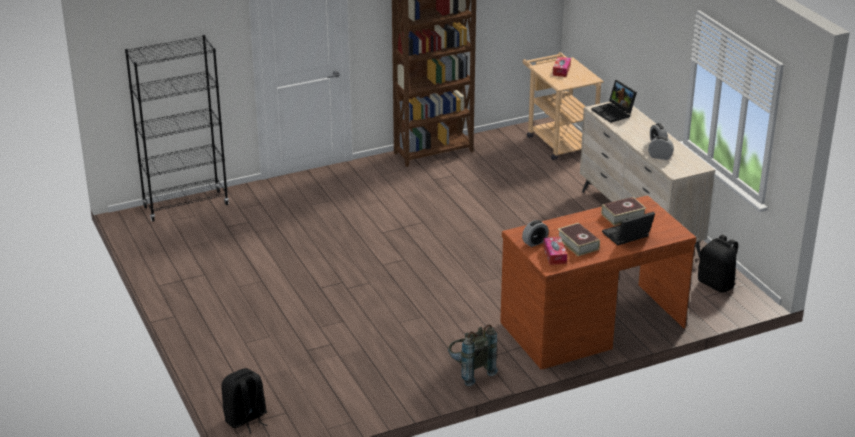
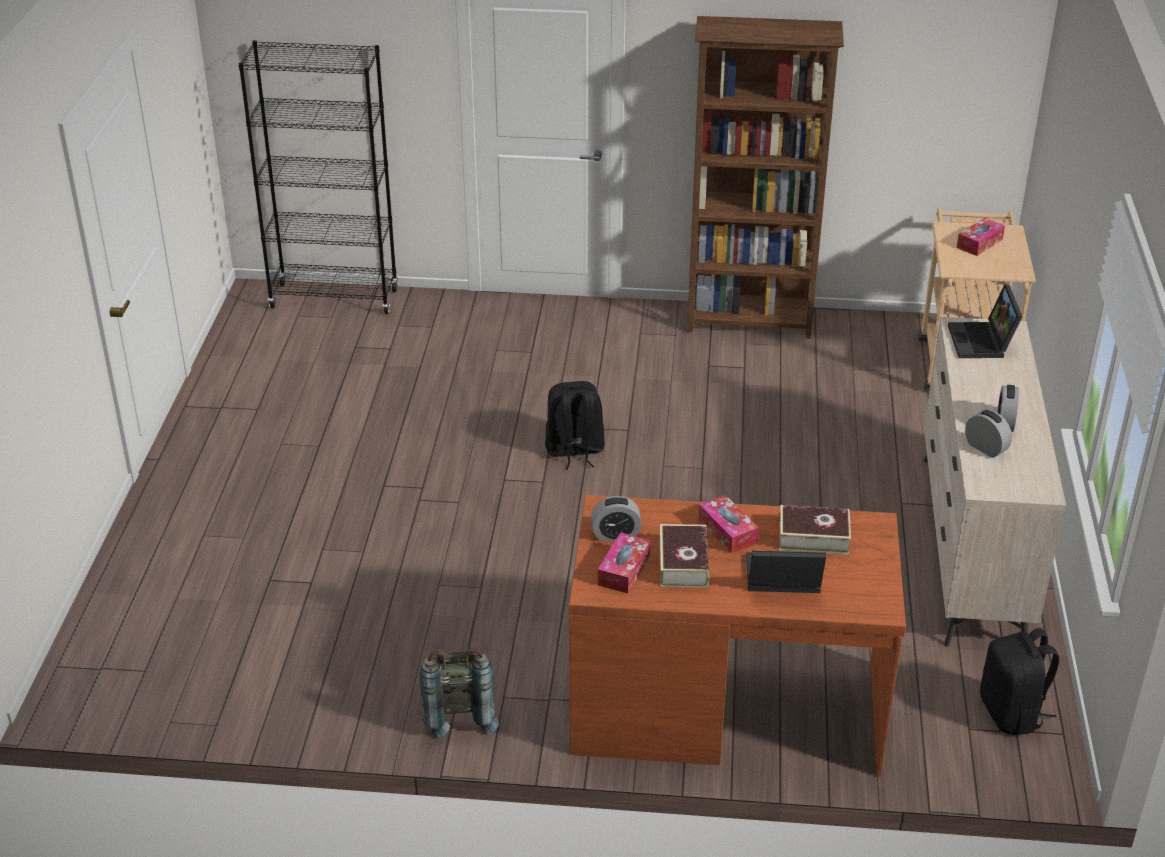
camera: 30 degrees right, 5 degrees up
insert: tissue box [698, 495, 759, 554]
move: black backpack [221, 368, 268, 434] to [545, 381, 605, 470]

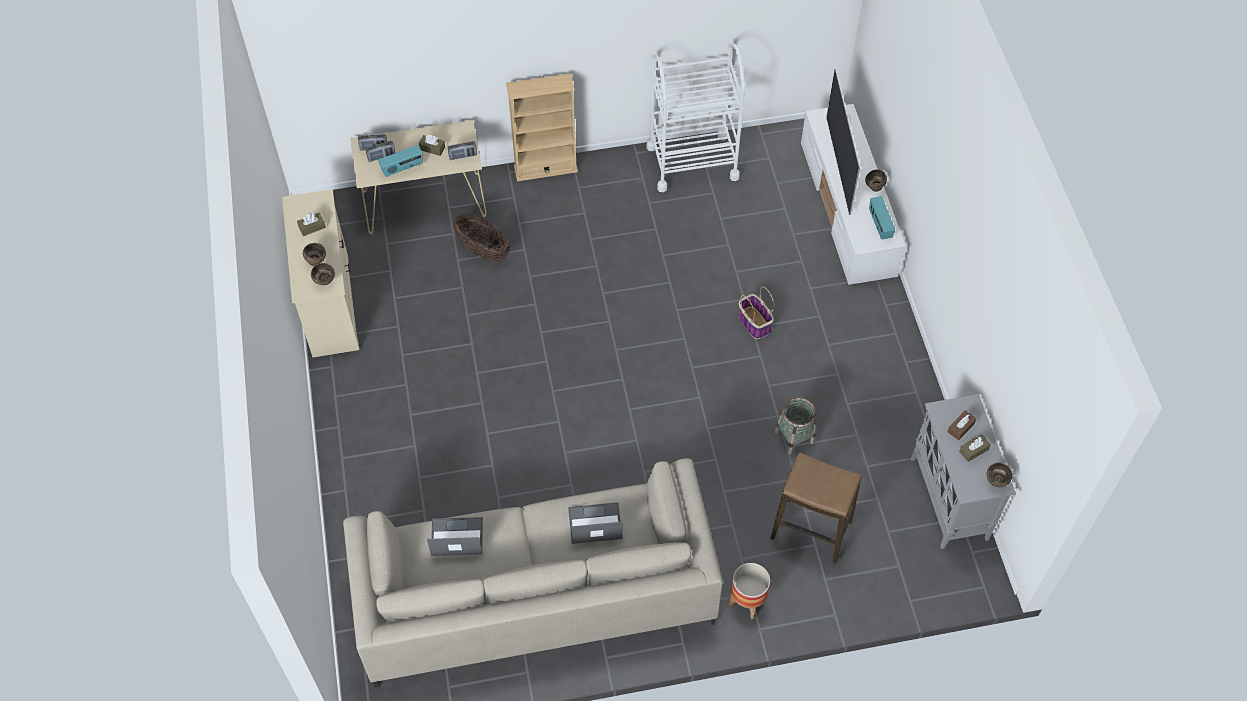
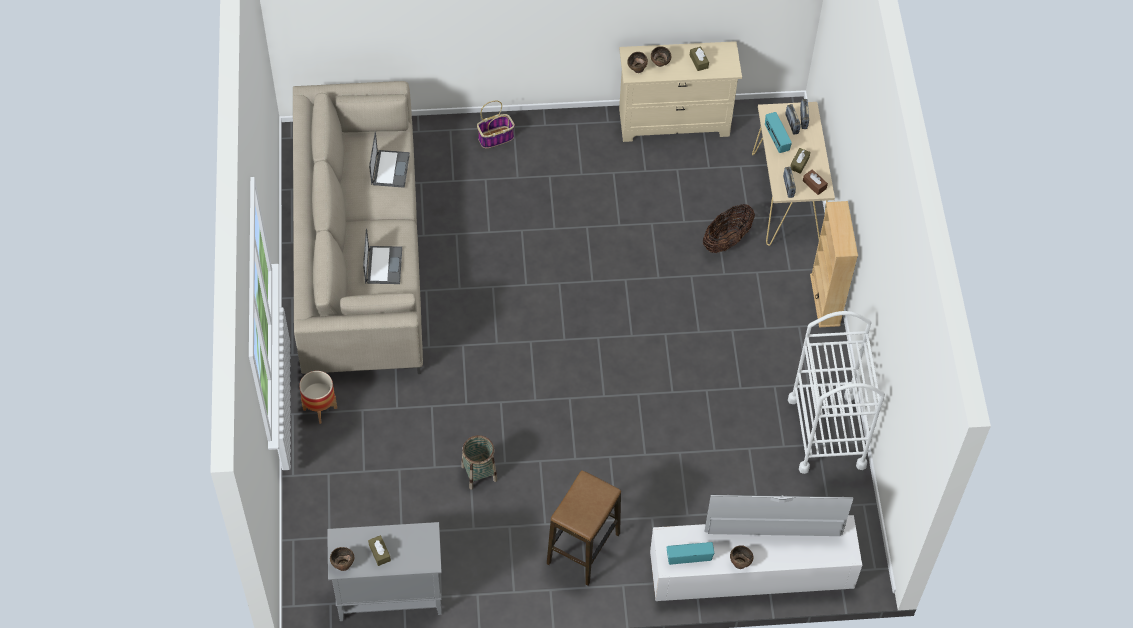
camera: 95 degrees right, 0 degrees up
move: basket [738, 286, 774, 339] to [477, 101, 515, 148]; stool [770, 452, 862, 564] to [547, 470, 621, 585]; brown tissue box [948, 410, 977, 440] to [803, 169, 828, 195]

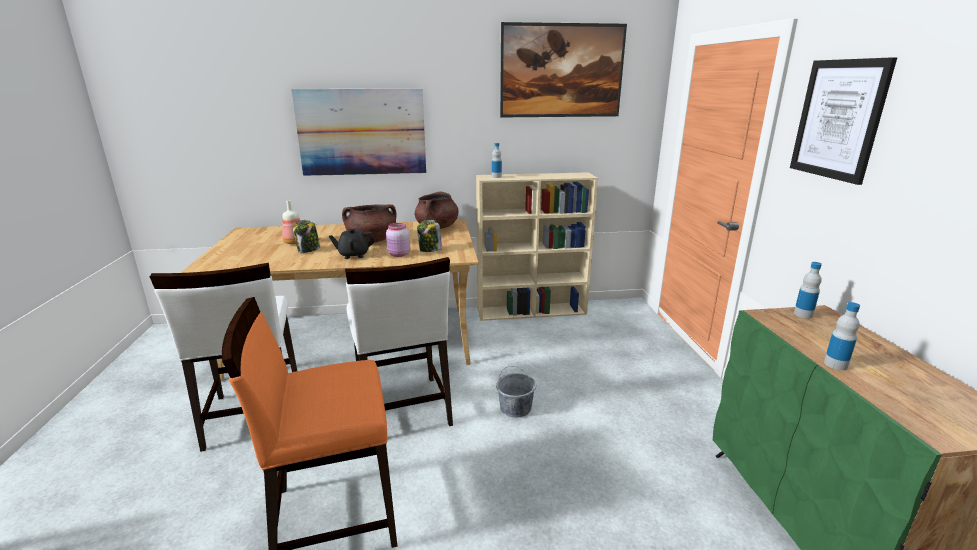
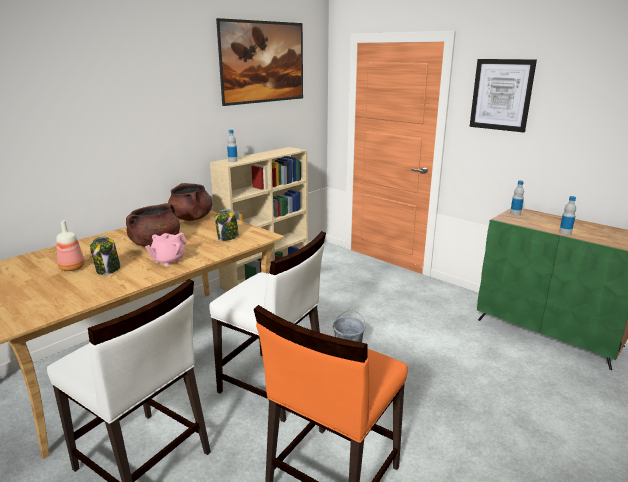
camera: 40 degrees left, 0 degrees up
delete: picture [291, 89, 426, 176]; pink jar [386, 223, 410, 257]
recolor: black teapot [329, 229, 375, 259] to pink teapot [145, 233, 187, 266]

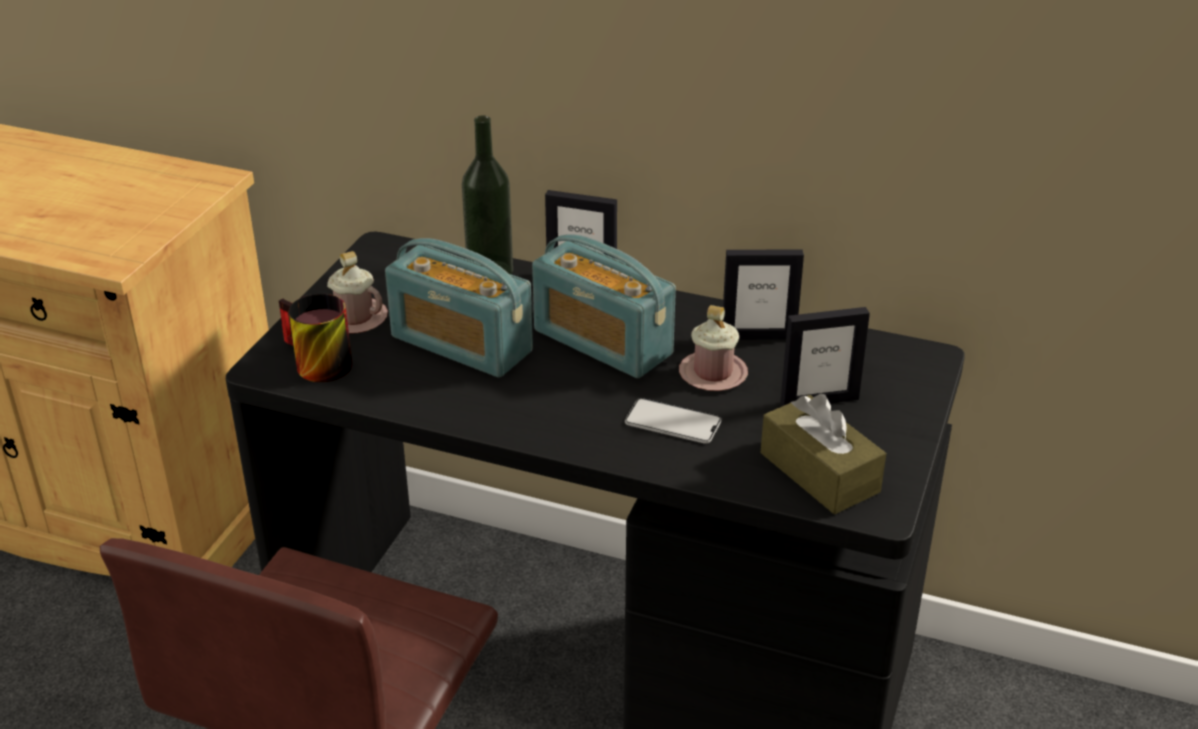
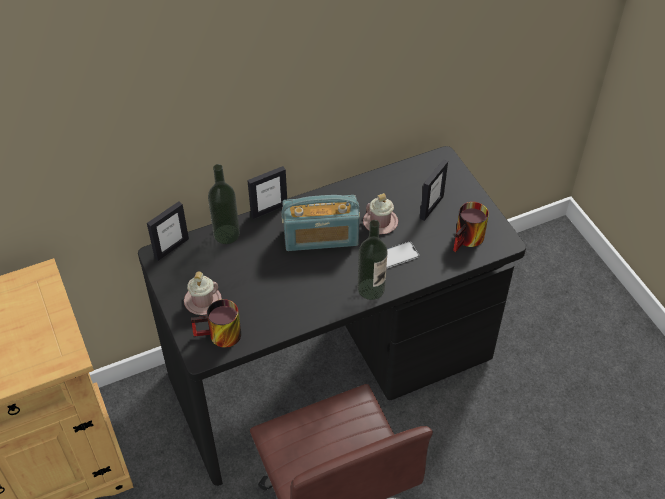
camera: 45 degrees left, 15 degrees up
delete: radio [385, 238, 533, 378]
insert: bottle [357, 220, 388, 300]
move: picture frame [722, 250, 804, 340] to [147, 201, 189, 261]
replace: brown tissue box [761, 393, 886, 514] to mug [453, 202, 489, 252]

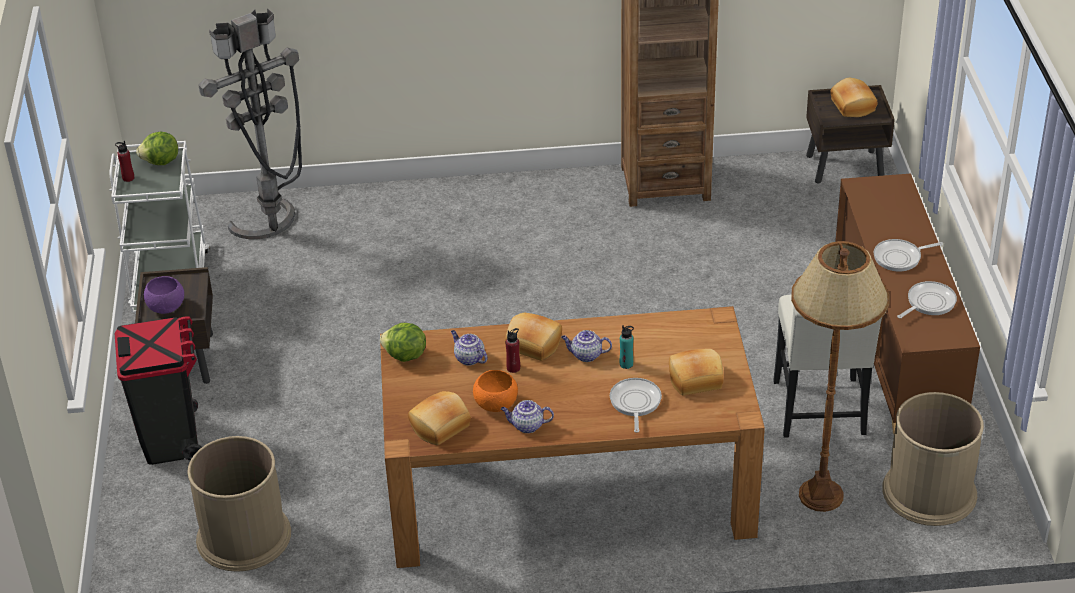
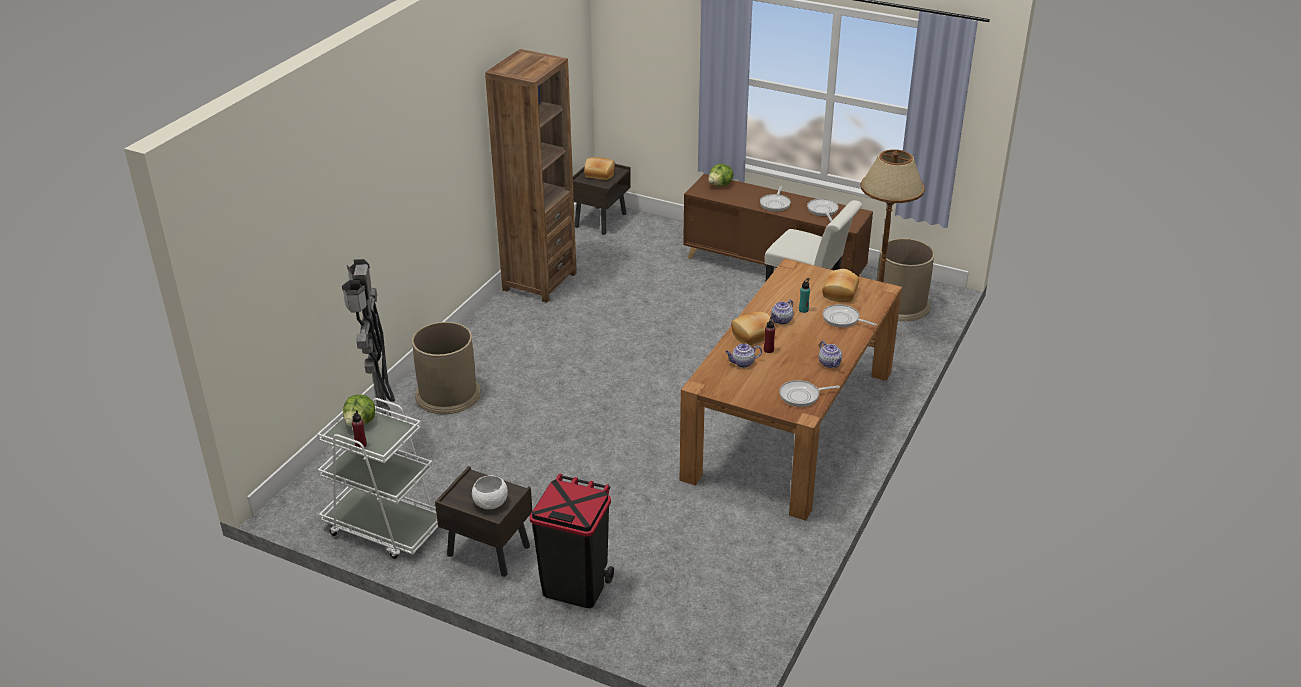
camera: 60 degrees left, 5 degrees down
delete: orange bowl [473, 370, 518, 412]
move: brown trash can [187, 436, 291, 572] to [412, 322, 481, 414]; lettuce [380, 323, 426, 362] to [708, 164, 734, 187]
replace: bread [408, 391, 471, 445] to frying pan [779, 380, 840, 407]
recolor: purple bowl [144, 276, 184, 314] to white bowl [472, 475, 508, 509]
rotate: teapot [501, 400, 554, 433] = [819, 341, 842, 368] 60 degrees counterclockwise

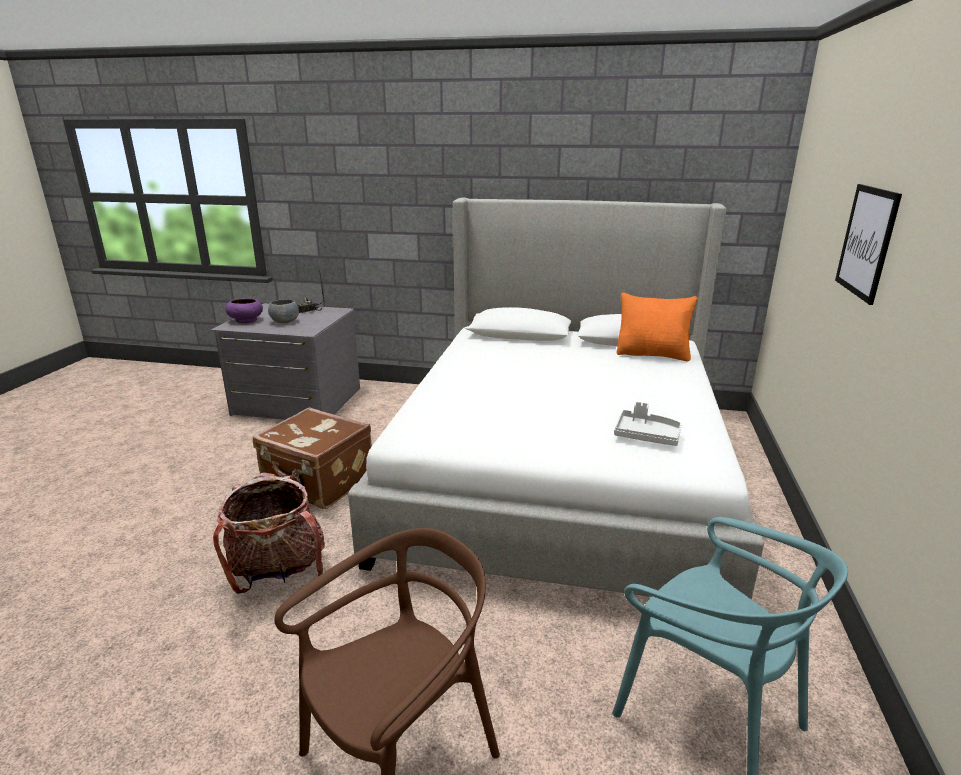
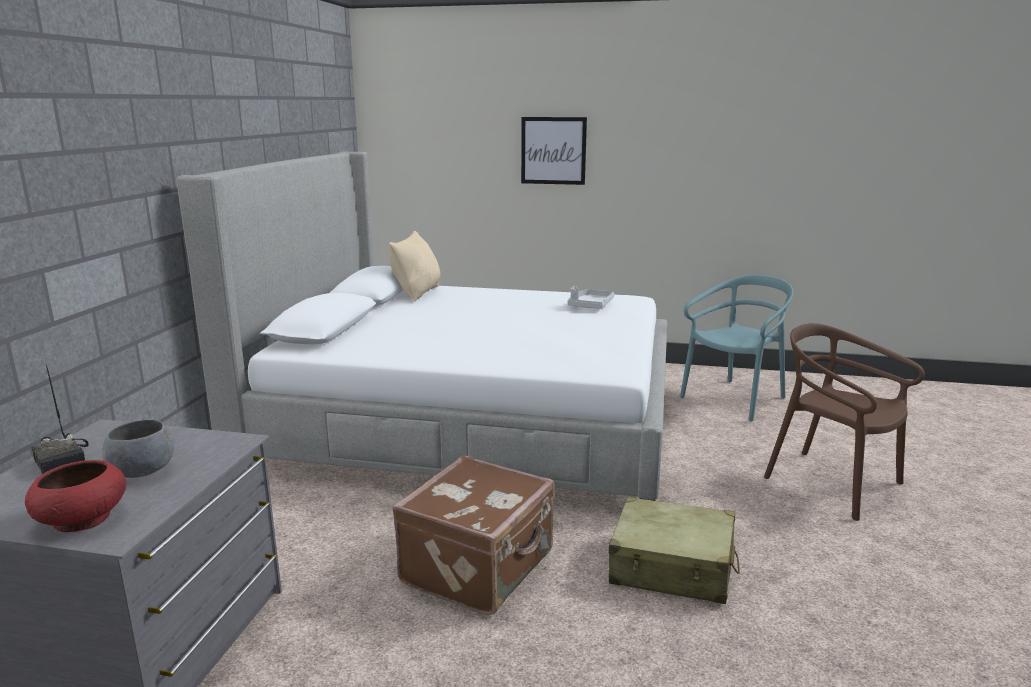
camera: 90 degrees left, 5 degrees down
replace: backpack [213, 472, 325, 594] to beige suitcase [609, 497, 740, 604]
recolor: purple bowl [225, 298, 263, 323] to red bowl [25, 460, 126, 532]; orange pillow [617, 293, 698, 361] to beige pillow [389, 230, 440, 301]

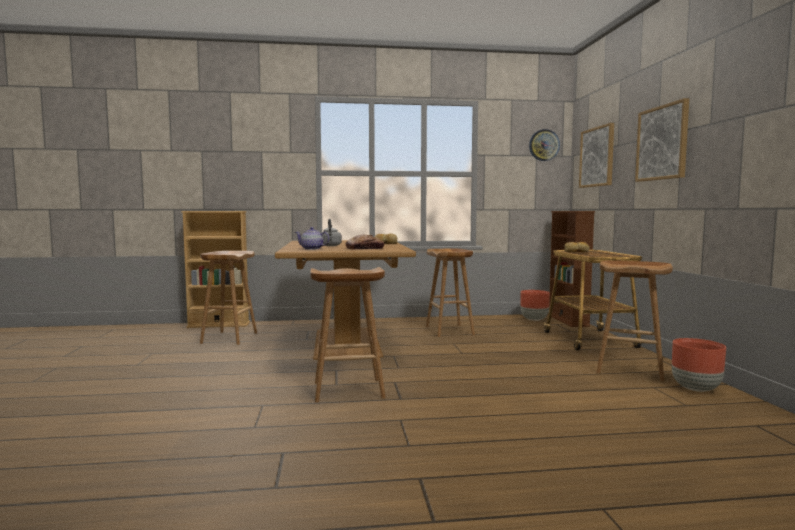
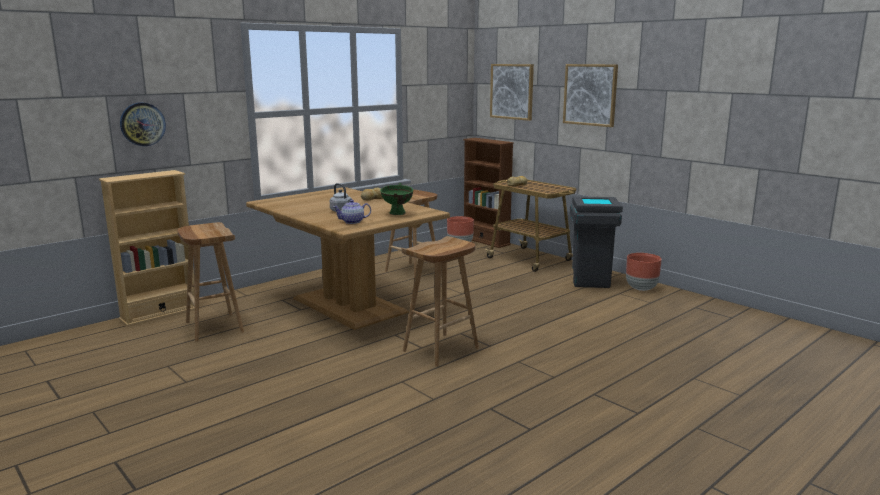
camera: 35 degrees left, 10 degrees up
move: wall clock [529, 129, 560, 161] to [120, 103, 166, 146]
replace: bread [345, 234, 384, 250] to green bowl [380, 183, 413, 215]; brown stool [596, 260, 673, 381] to grey trash can [570, 196, 623, 288]

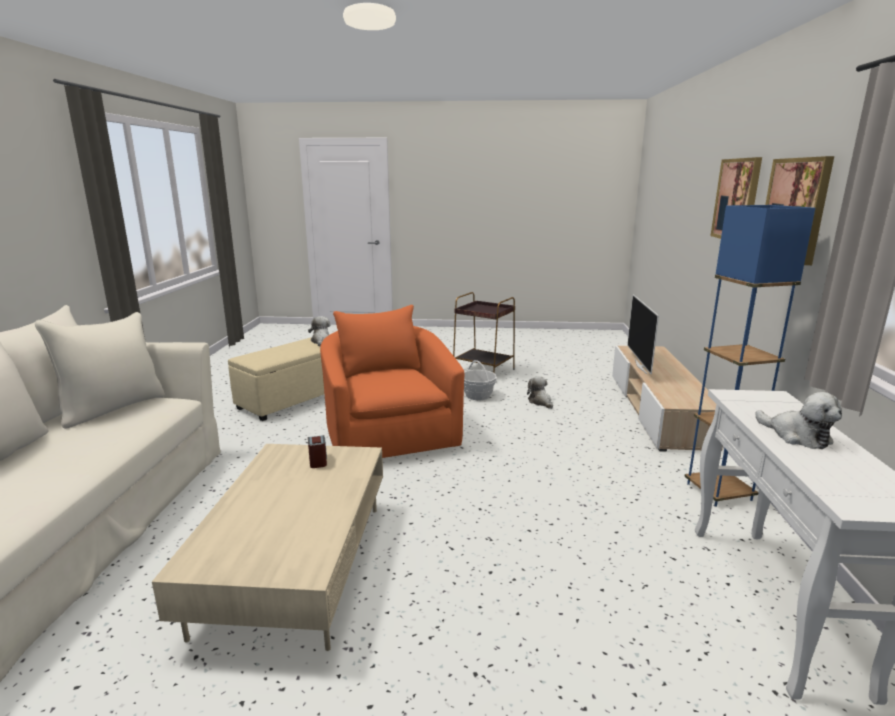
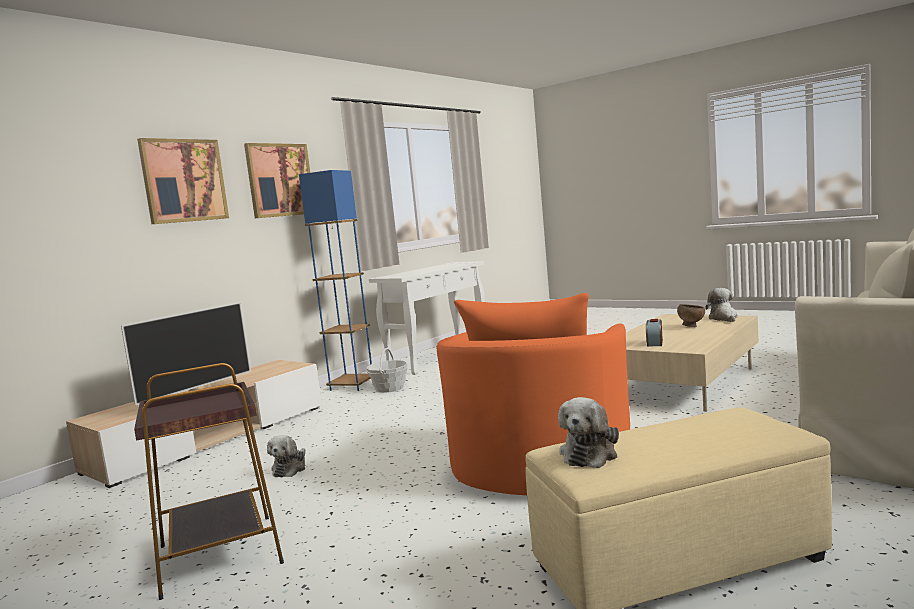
camera: 145 degrees left, 10 degrees down
insert: brown bowl [677, 304, 705, 327]
move: basket [464, 360, 497, 400] to [366, 348, 408, 393]; plush toy [755, 392, 842, 449] to [705, 288, 738, 322]

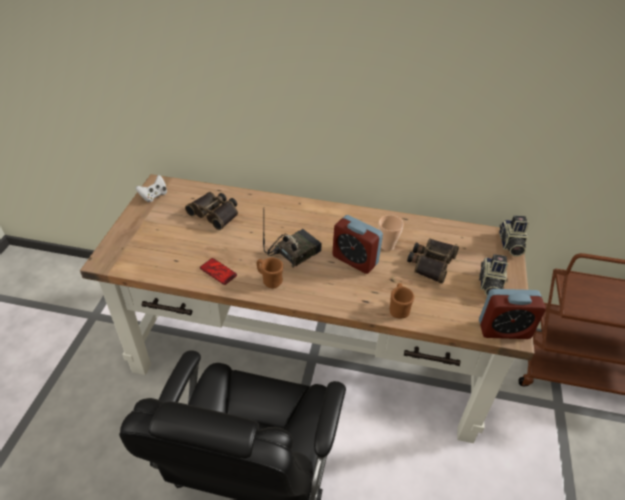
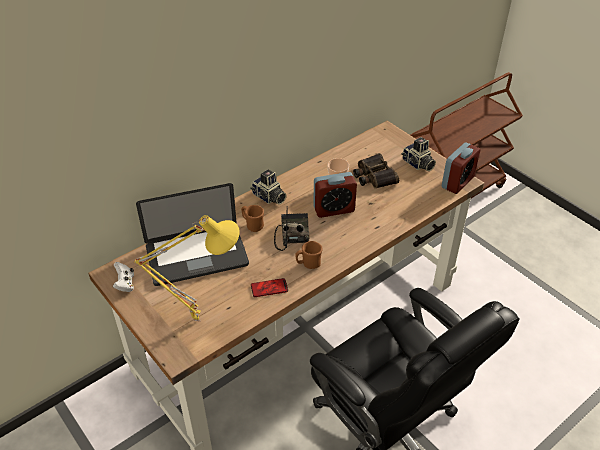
camera: 50 degrees left, 0 degrees up
insert: yellow table lamp [134, 215, 240, 321]
move: brown mug [389, 283, 414, 318] to [241, 205, 264, 232]; photo camera [499, 215, 529, 256] to [250, 169, 286, 205]
replace: binoculars [185, 192, 238, 230] to laptop [136, 183, 249, 286]

